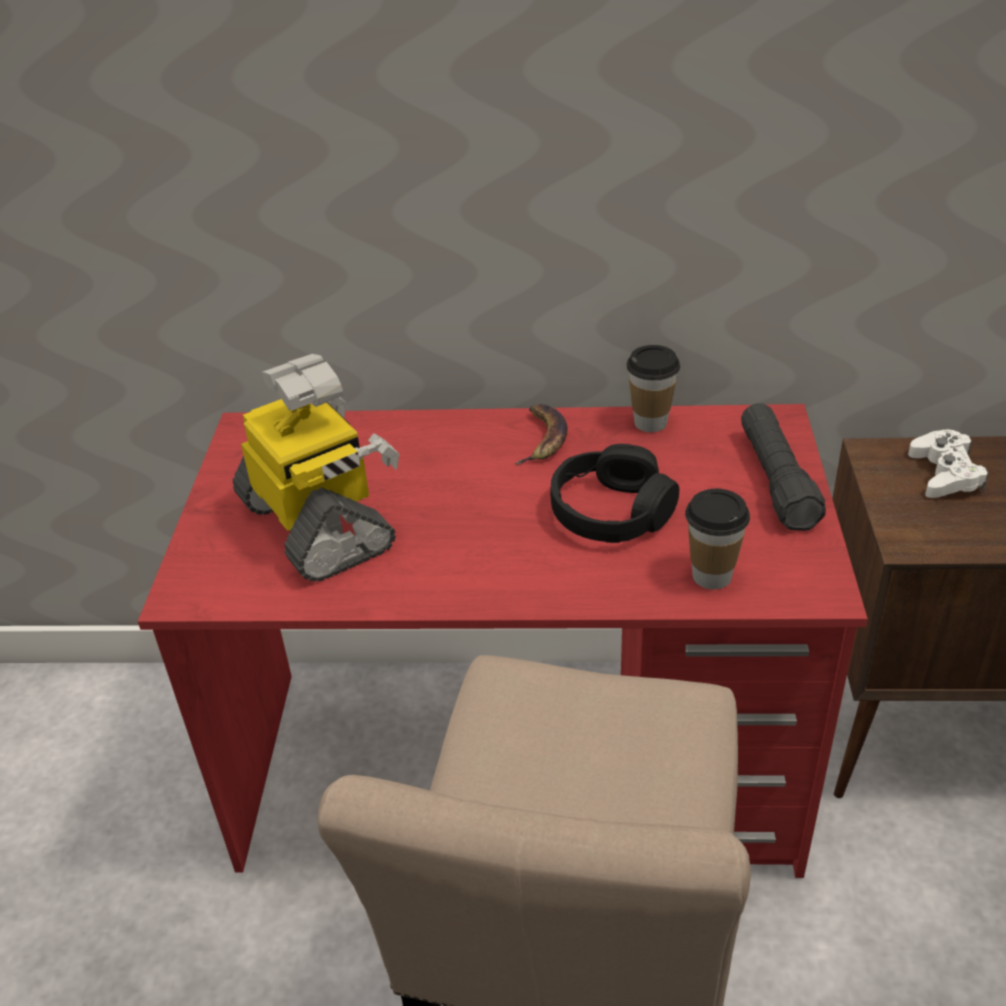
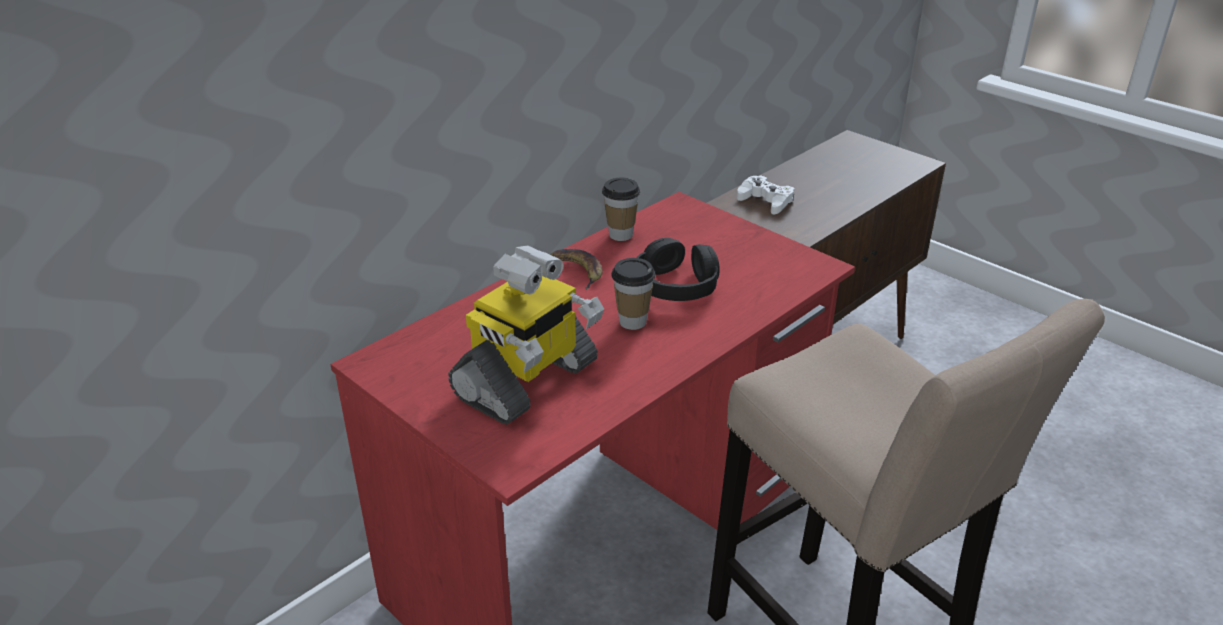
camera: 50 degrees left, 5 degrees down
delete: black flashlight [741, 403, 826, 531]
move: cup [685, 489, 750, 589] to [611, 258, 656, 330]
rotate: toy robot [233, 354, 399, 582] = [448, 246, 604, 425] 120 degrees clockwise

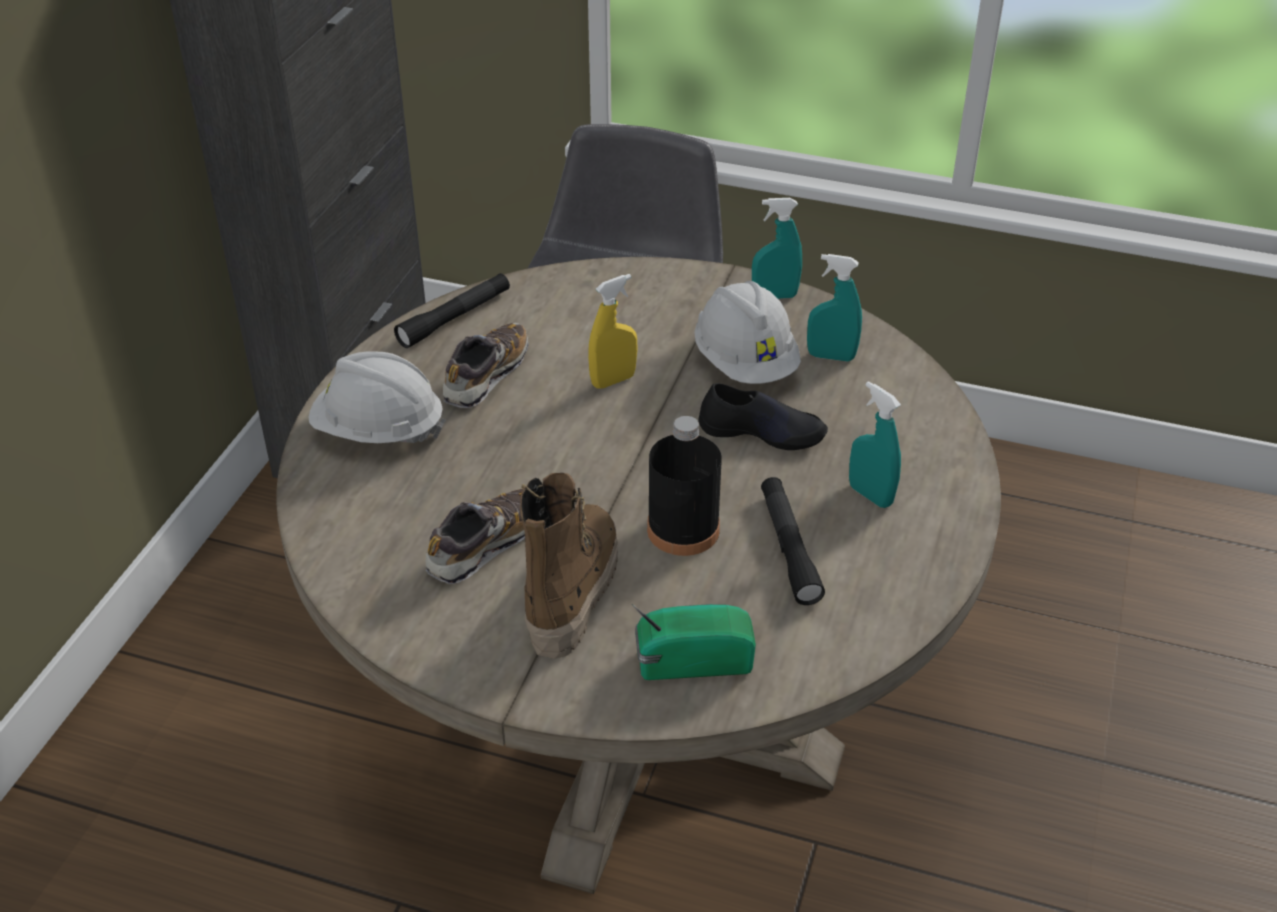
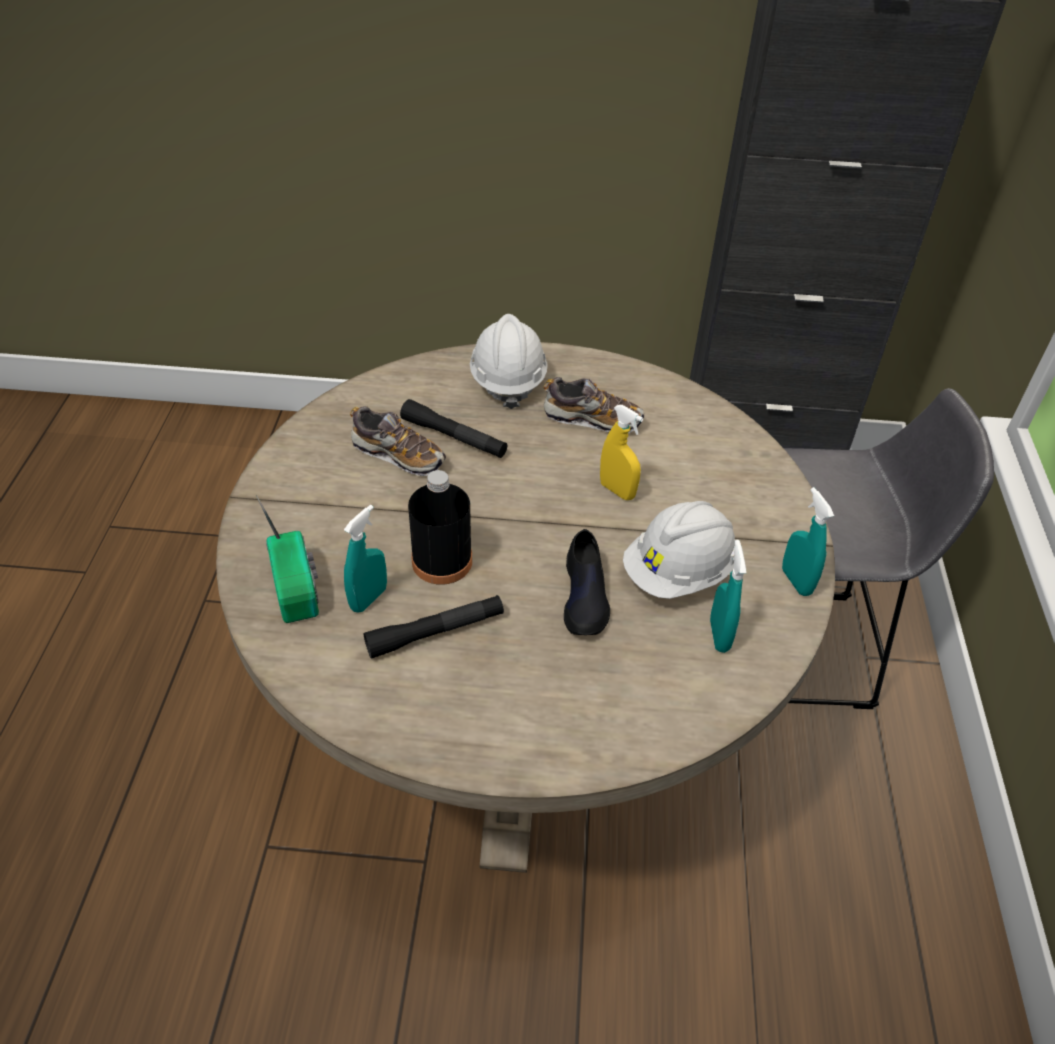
camera: 75 degrees right, 5 degrees up
delete: boot [520, 473, 618, 659]
move: black flashlight [394, 273, 510, 348] to [400, 399, 507, 458]; turquoise spray bottle [849, 381, 901, 508] to [344, 505, 387, 613]

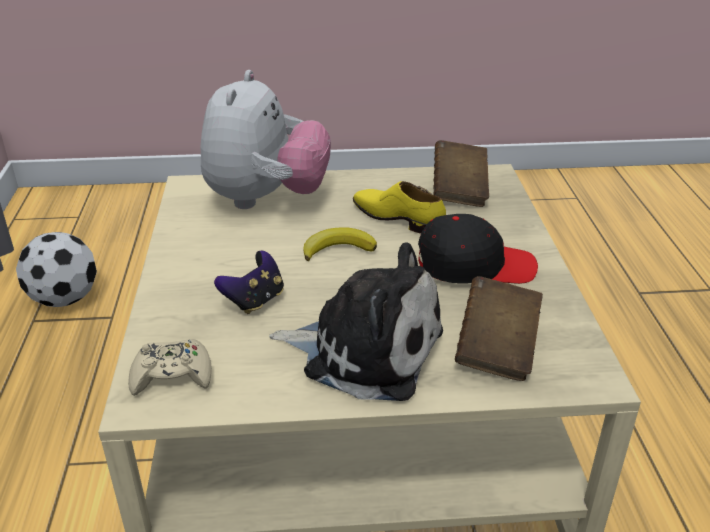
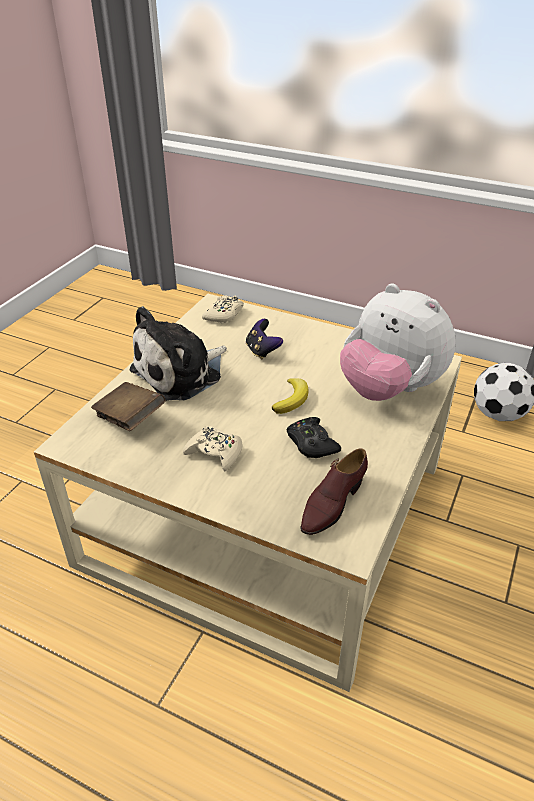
camera: 120 degrees right, 5 degrees up
replace: yellow shoe [353, 181, 446, 234] to black game controller [287, 417, 341, 458]; black cap [418, 214, 538, 284] to beige game controller [183, 426, 243, 472]; brown book [433, 140, 489, 207] to brown shoe [300, 448, 368, 535]

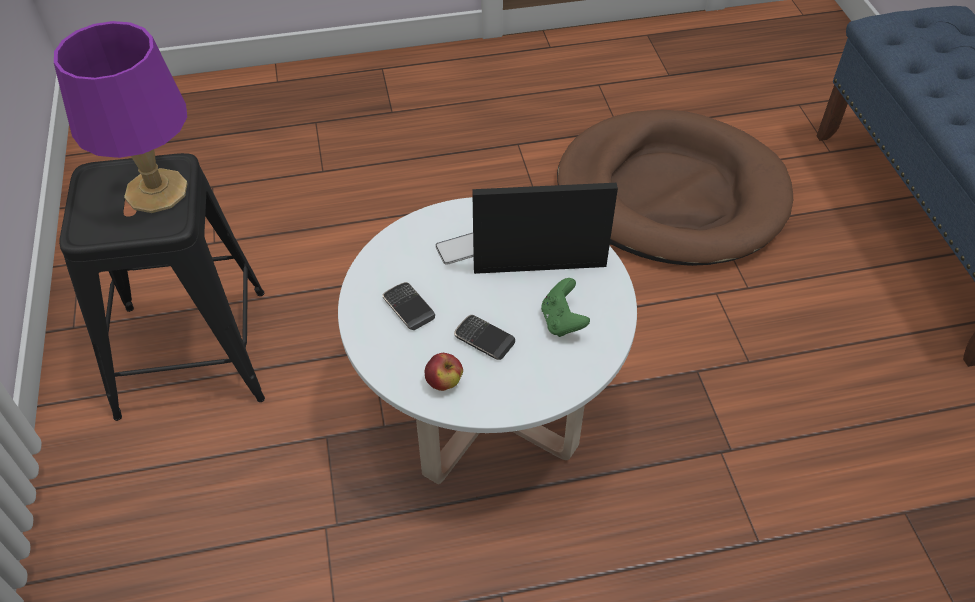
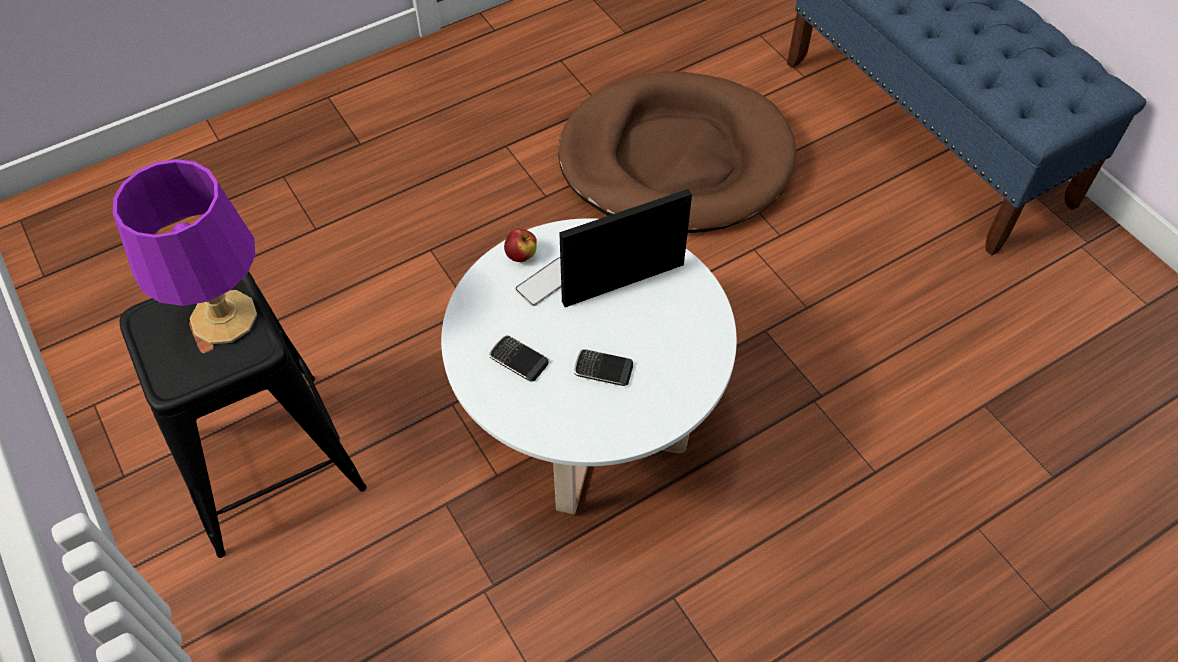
camera: 20 degrees left, 5 degrees up
delete: green game controller [541, 278, 590, 337]
move: apple [425, 353, 463, 391] to [504, 229, 537, 262]

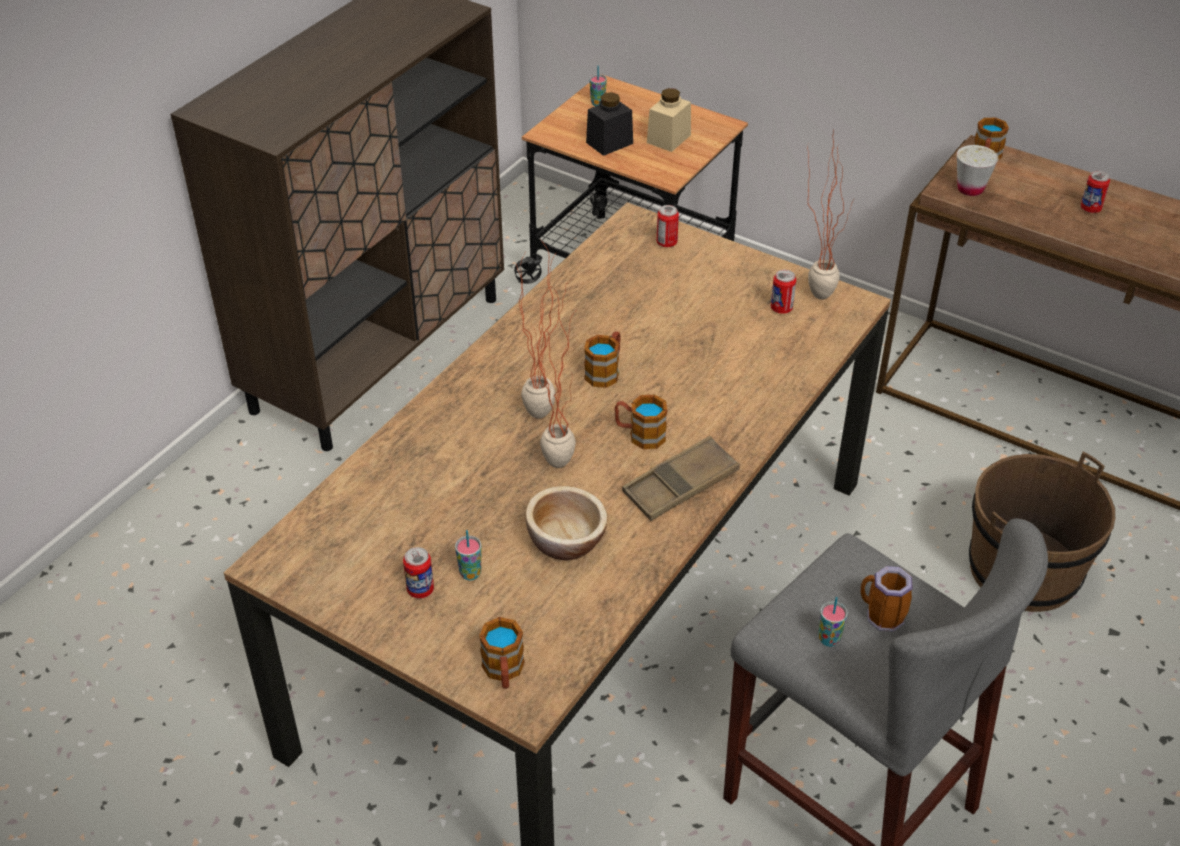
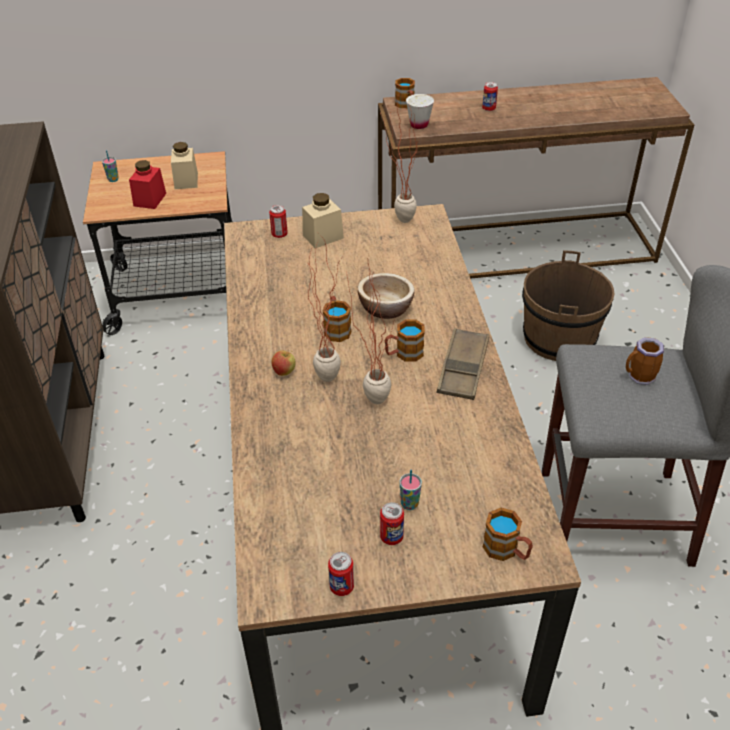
camera: 40 degrees left, 0 degrees up
delete: cup [818, 597, 848, 647]
insert: apple [271, 351, 296, 376]; beige jar [302, 193, 344, 248]
move: bowl [525, 486, 608, 560] to [358, 273, 415, 319]; can [771, 270, 796, 314] to [328, 552, 354, 596]
recolor: black jar [586, 92, 633, 156] to red jar [129, 160, 166, 209]

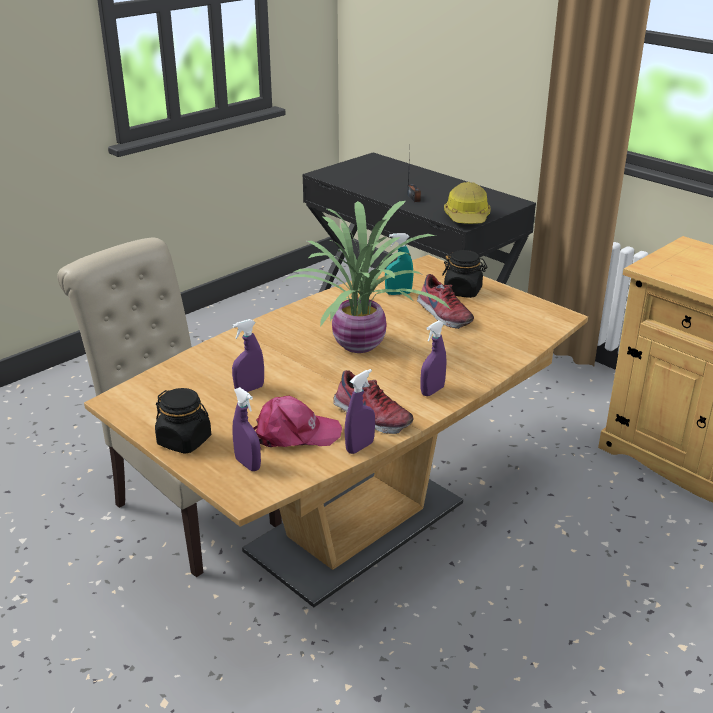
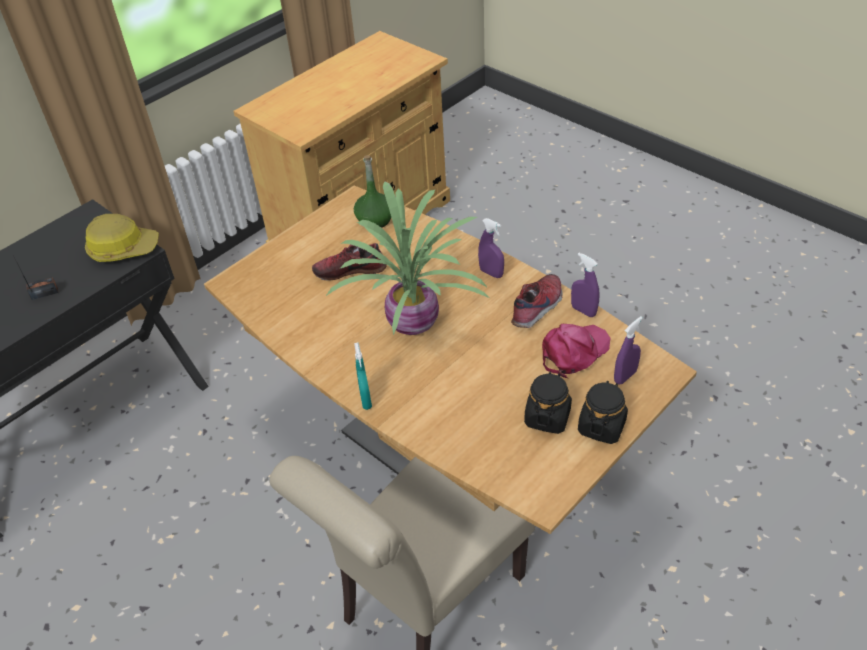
camera: 90 degrees left, 15 degrees up
delete: purple spray bottle [232, 319, 264, 392]
insert: green bottle [354, 155, 391, 228]
move: turquoise spray bottle [385, 233, 413, 295] to [354, 342, 372, 410]; black jar [442, 250, 487, 298] to [524, 372, 572, 434]
rotate: pink cap [254, 396, 342, 449] = [542, 324, 610, 378] 60 degrees clockwise; shoe [417, 274, 474, 329] = [312, 243, 387, 281] 150 degrees counterclockwise

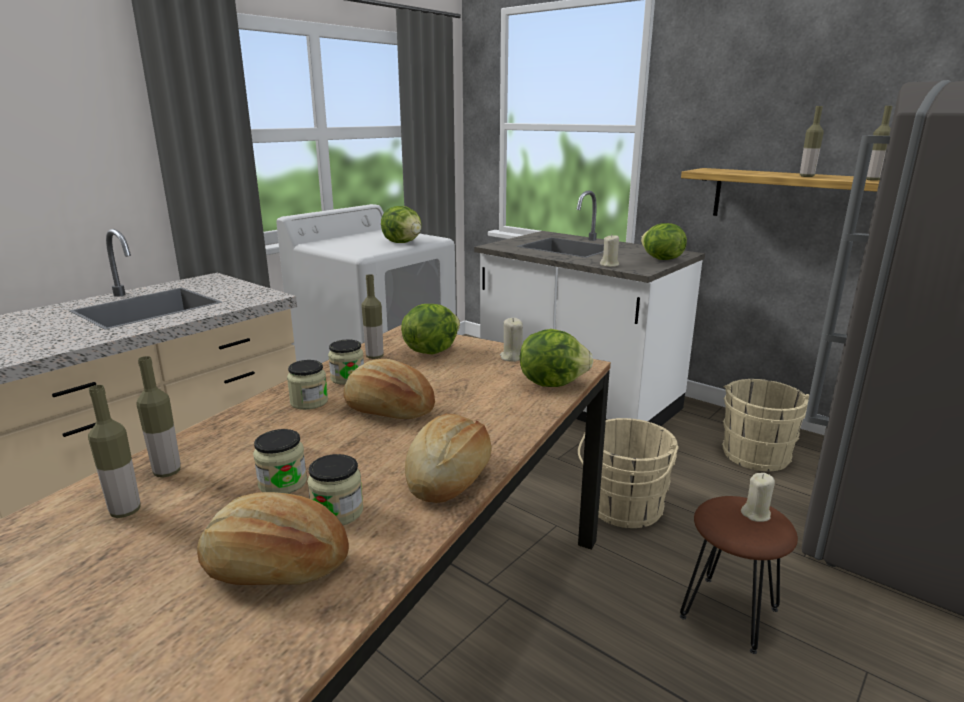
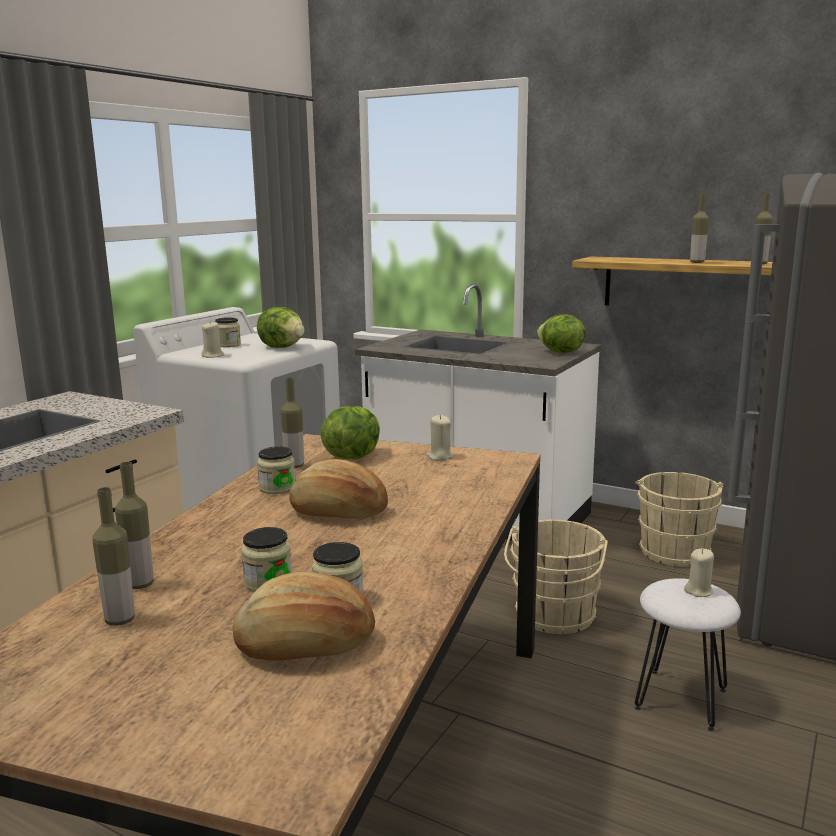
camera: 10 degrees left, 5 degrees down
delete: bread [405, 414, 492, 503]; lettuce [520, 329, 593, 387]
move: jar [287, 360, 328, 410] to [215, 317, 241, 347]; beige candle [600, 235, 619, 267] to [202, 321, 224, 358]
recolor: brown stool [680, 496, 798, 654] to white stool [635, 578, 741, 731]

